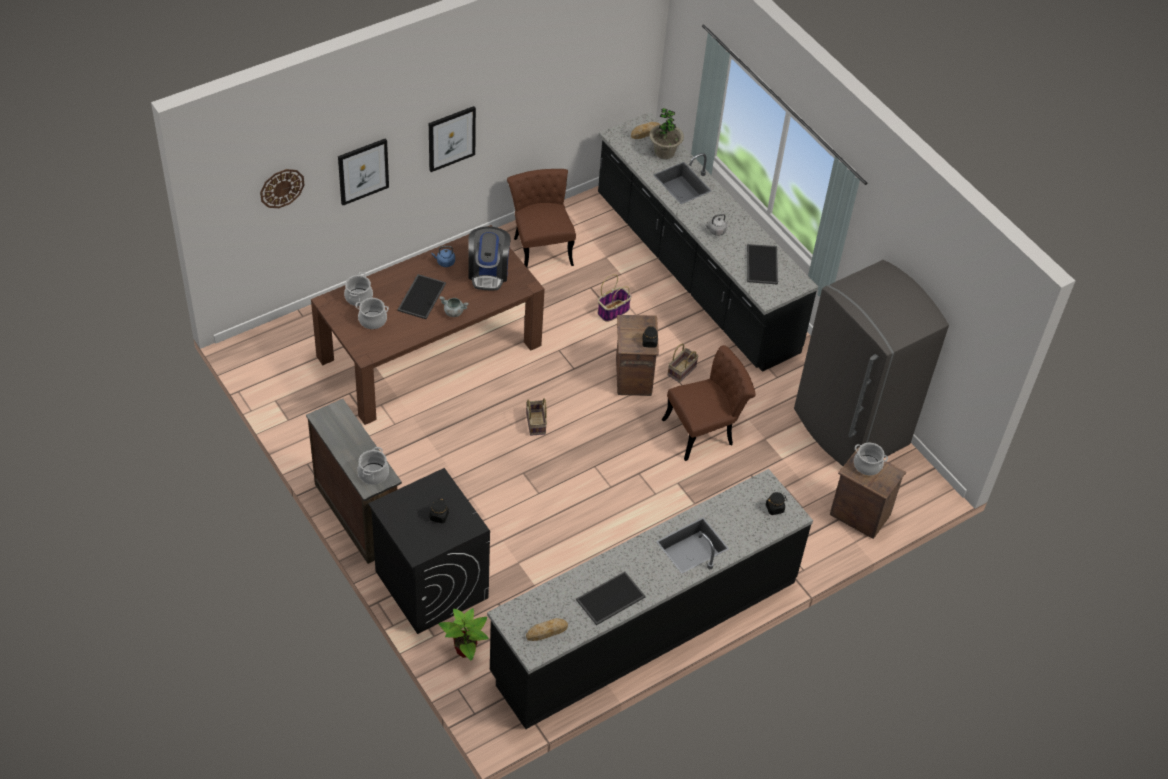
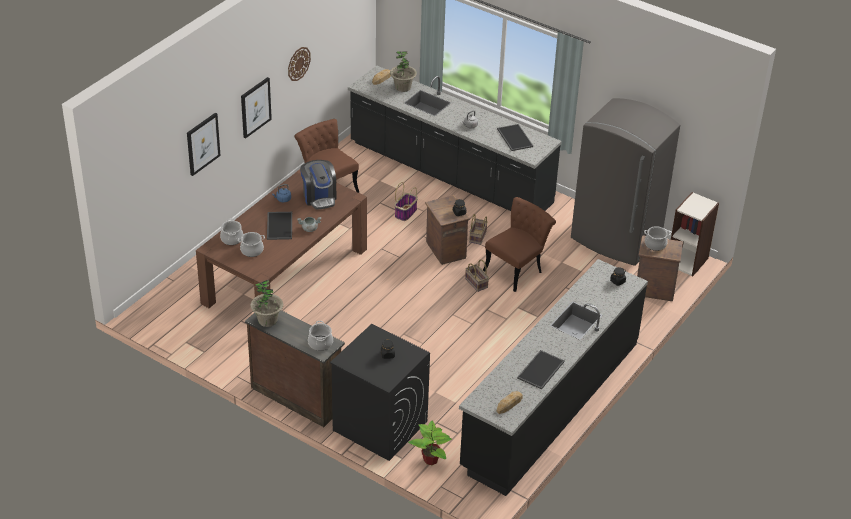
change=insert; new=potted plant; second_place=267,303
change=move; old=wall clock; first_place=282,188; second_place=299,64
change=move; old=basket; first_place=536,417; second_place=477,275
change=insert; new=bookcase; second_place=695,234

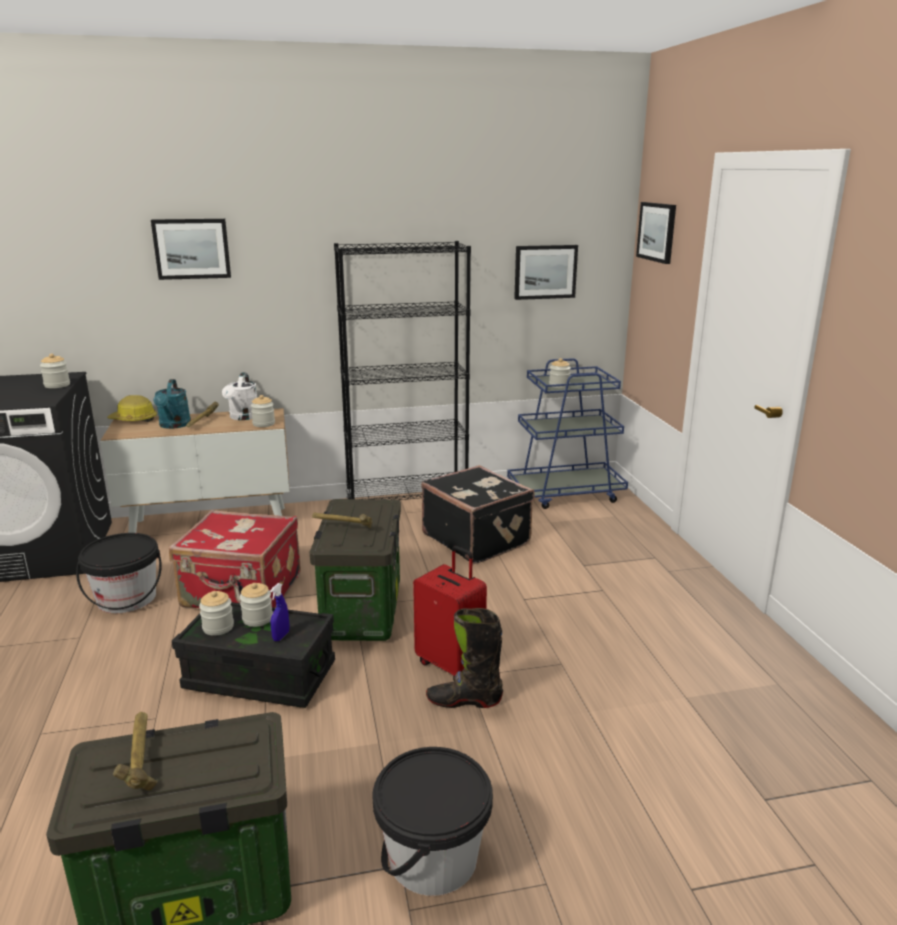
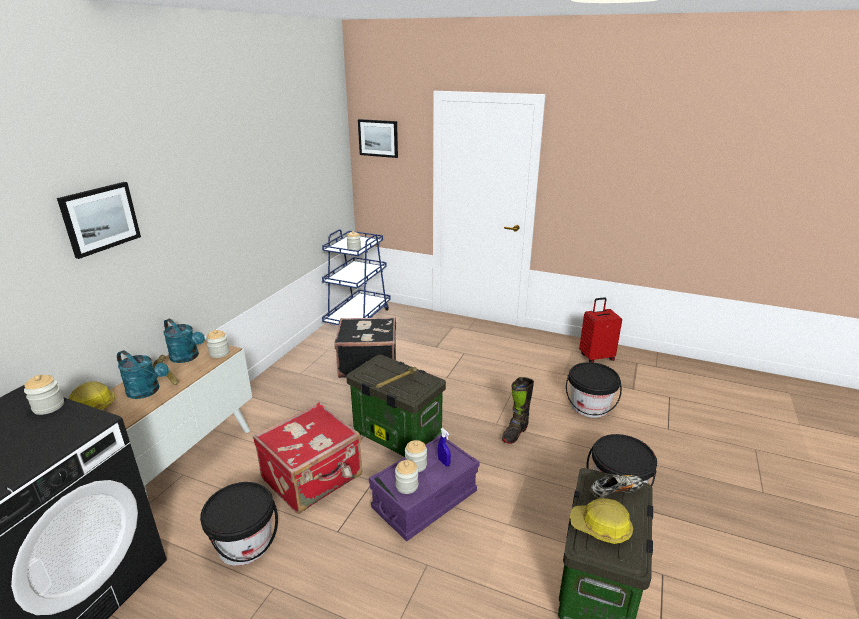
change=recolor; old=white watering can; new=turquoise watering can; first_place=239,396; second_place=184,341
change=recolor; old=black storage box; new=purple storage box; first_place=253,655; second_place=424,487
change=insert; new=black bucket; second_place=594,390
change=replace; old=hammer; new=hard hat; first_place=135,751; second_place=601,521
change=move; old=red suitcase; first_place=450,613; second_place=600,330
change=insert; new=shoe; second_place=617,486
change=delete; old=black bookcase; first_place=402,370
change=delete; old=picture; first_place=546,272

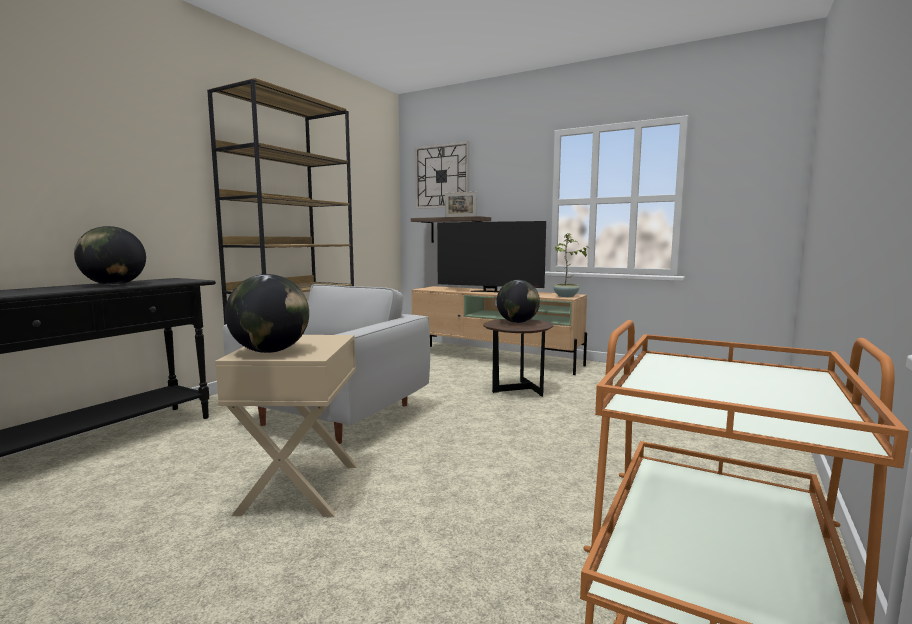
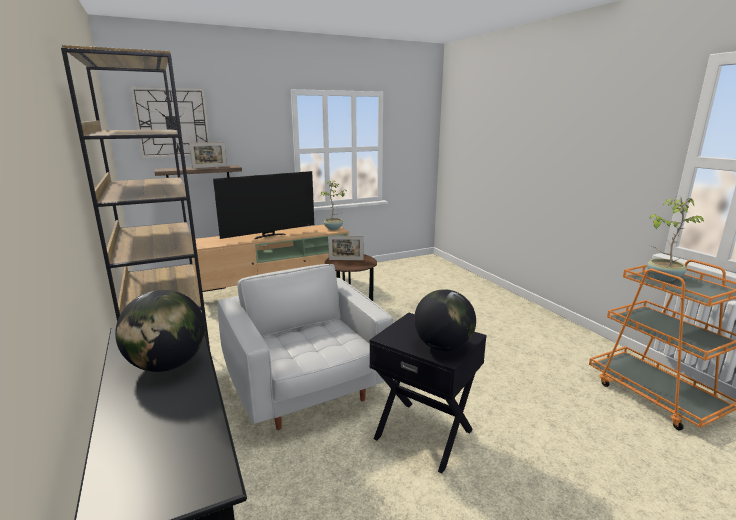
change=replace; old=globe; new=picture frame; first_place=518,301; second_place=346,248
change=recolor; old=beige side table; new=black side table; first_place=286,426; second_place=428,393
change=insert; new=potted plant; second_place=675,239

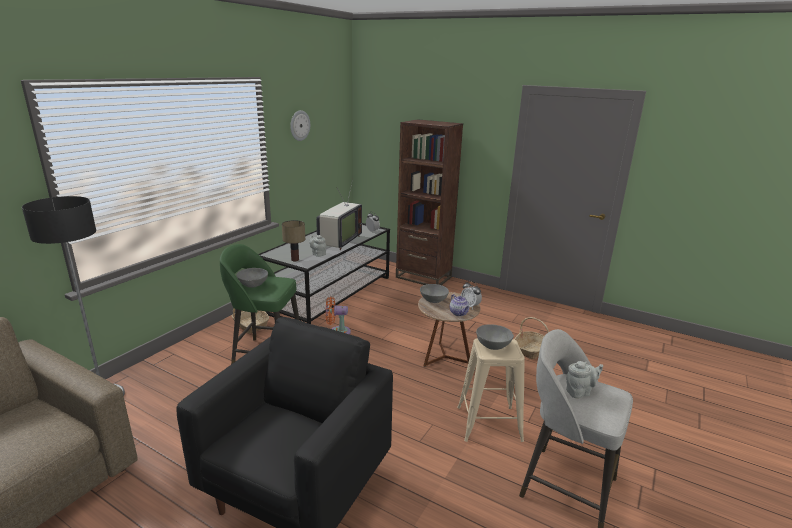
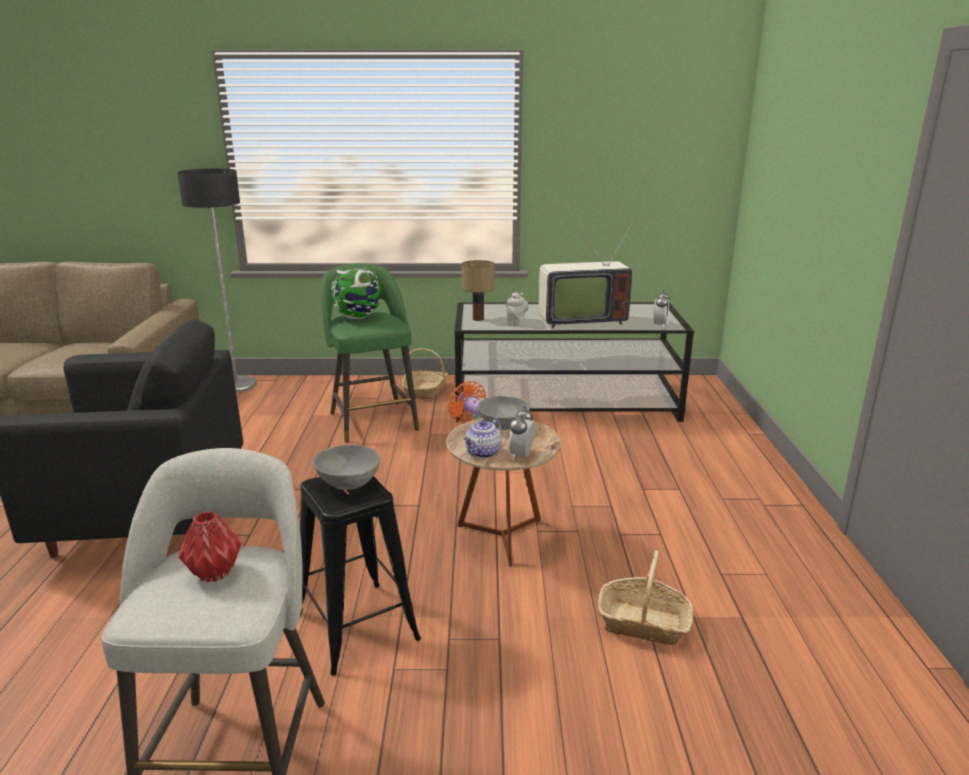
change=replace; old=grey teapot; new=red vase; first_place=584,379; second_place=210,546
change=recolor; old=beige stool; new=black stool; first_place=491,390; second_place=360,576
change=replace; old=grey bowl; new=globe; first_place=252,278; second_place=356,293
change=delete; old=wall clock; first_place=300,125
change=delete; old=brown bookcase; first_place=429,202

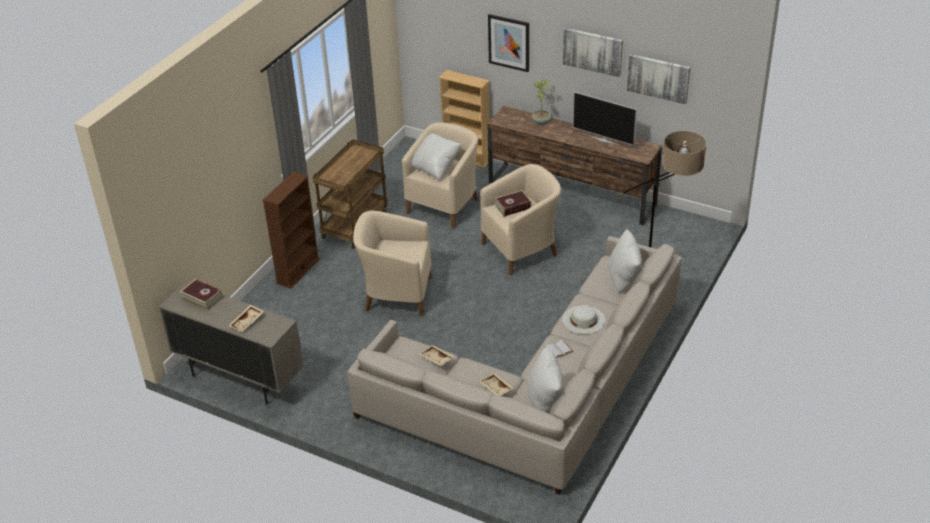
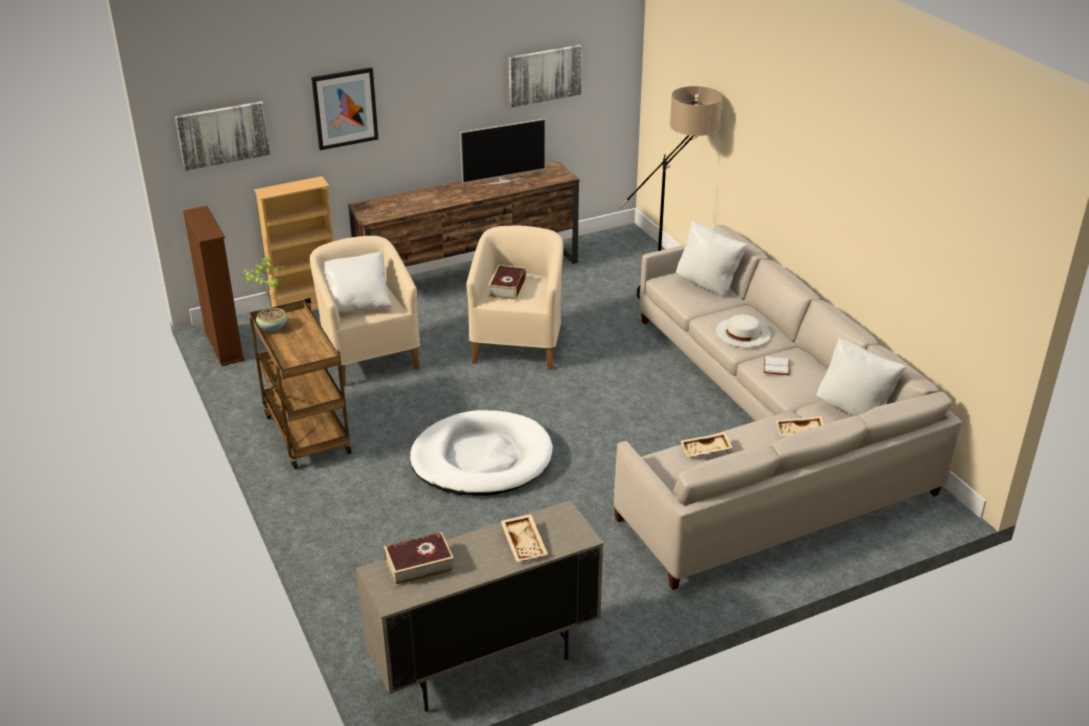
change=move; old=picture; first_place=593,52; second_place=222,136
change=move; old=brown bookcase; first_place=291,230; second_place=214,286
change=move; old=potted plant; first_place=543,102; second_place=265,294
change=replace; old=beige armchair; new=white dog bed; first_place=392,263; second_place=481,453

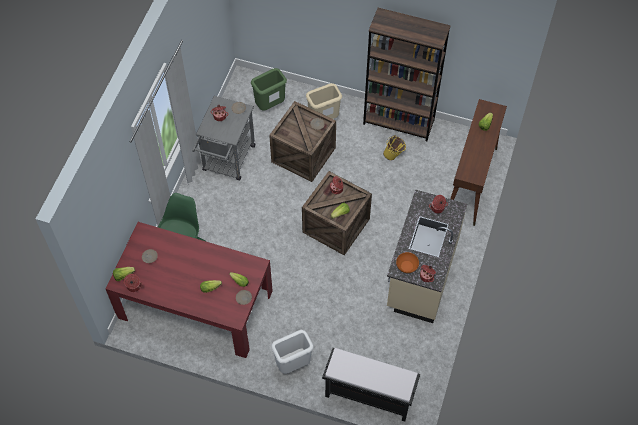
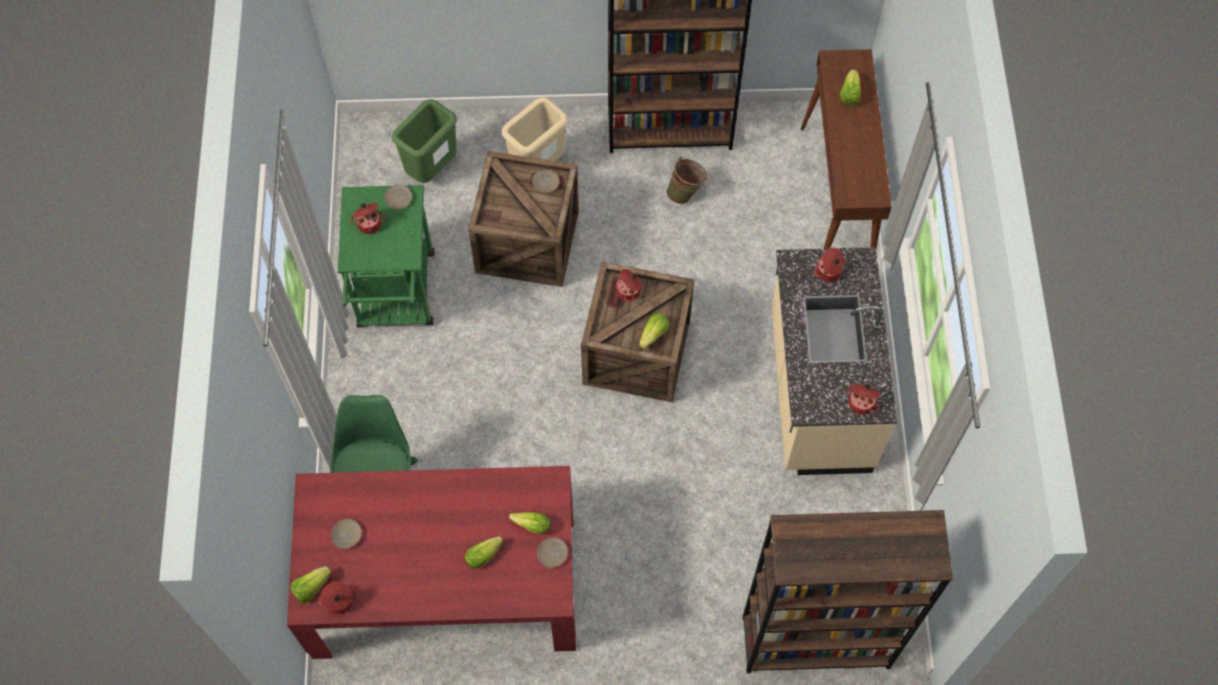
change=recolor; old=grey cart; new=green cart; first_place=223,138; second_place=386,256
change=recolor; old=yellow bucket; new=green bucket; first_place=394,147; second_place=687,180
change=replace; old=black bench; new=brown bookcase; first_place=371,385; second_place=848,591
change=delete; old=white trash can; first_place=292,352
change=delete; old=orange bowl; first_place=407,262

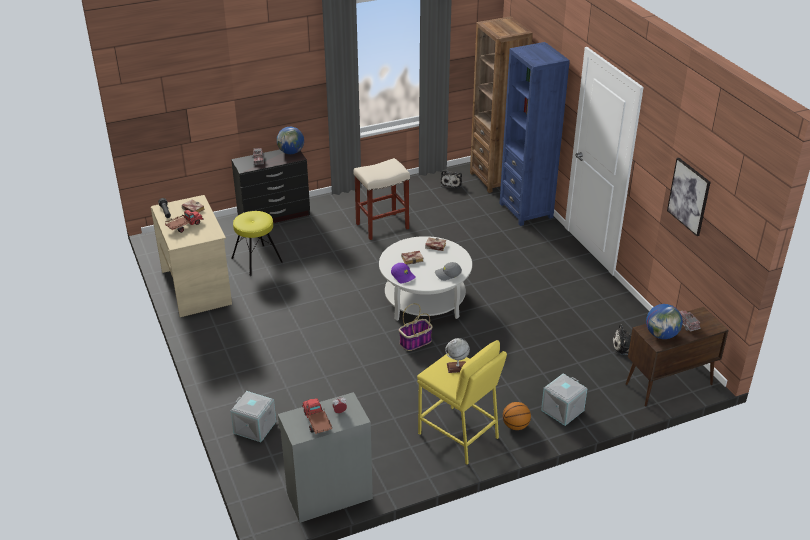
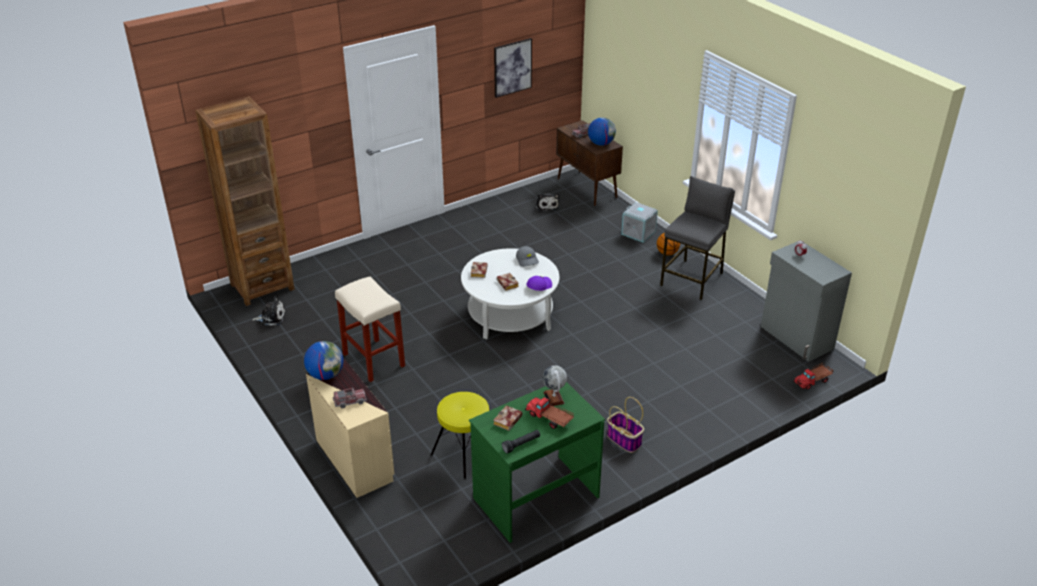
change=recolor; old=black dresser; new=beige dresser; first_place=270,186; second_place=350,428
change=recolor; old=beige desk; new=green desk; first_place=191,256; second_place=537,462
change=move; old=globe; first_place=457,355; second_place=554,385
change=move; old=basket; first_place=416,327; second_place=625,425
change=recolor; old=yellow stool; new=grey stool; first_place=462,402; second_place=697,238
change=move; old=toy truck; first_place=317,416; second_place=813,376
change=delete; old=grey storage box; first_place=253,416
change=delete; old=blue bookcase; first_place=534,134

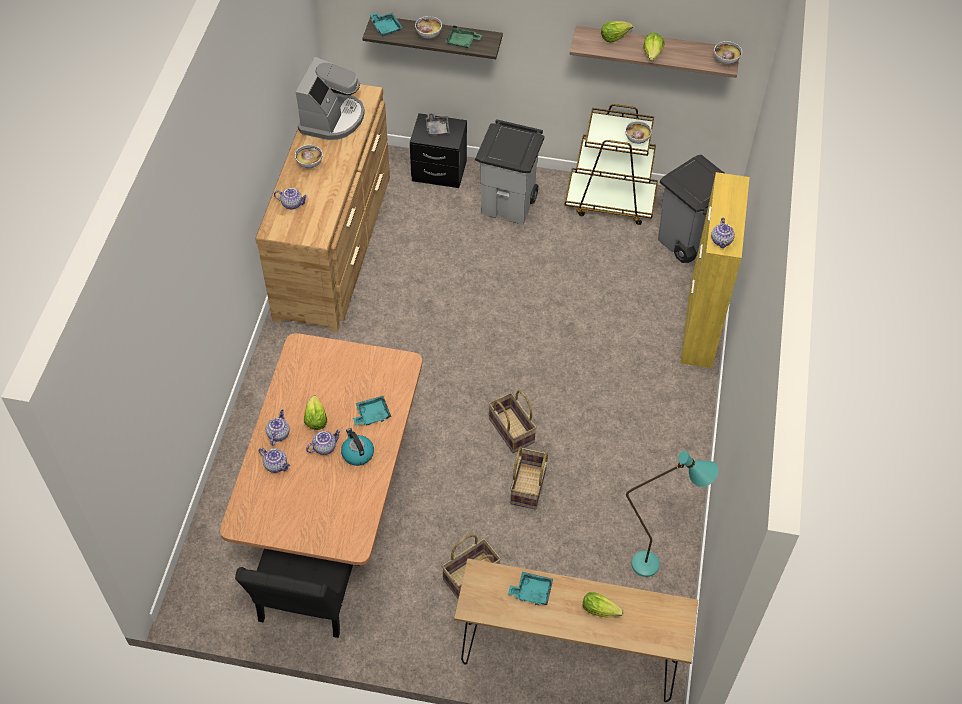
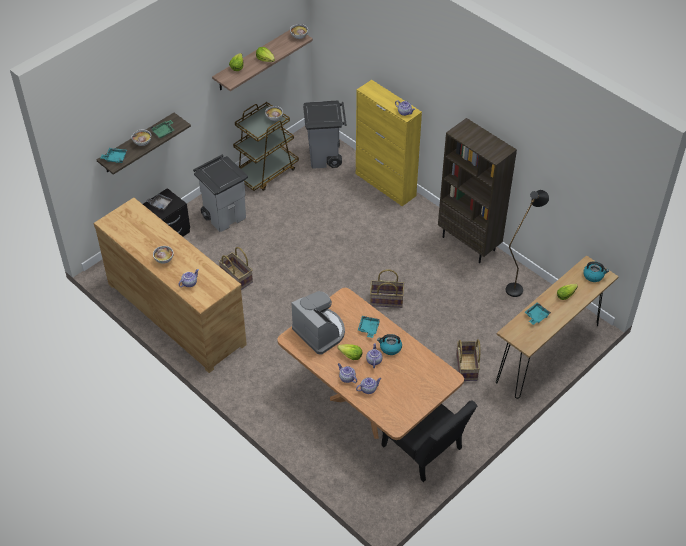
change=move; old=basket; first_place=529,478; second_place=235,268
change=move; old=coffee machine; first_place=330,98; second_place=318,323
change=insert; new=brown bookcase; second_place=477,190
change=recolor; old=turquoise floor lamp; new=black floor lamp; first_place=672,514; second_place=527,243
change=insert; new=kettle; second_place=596,271

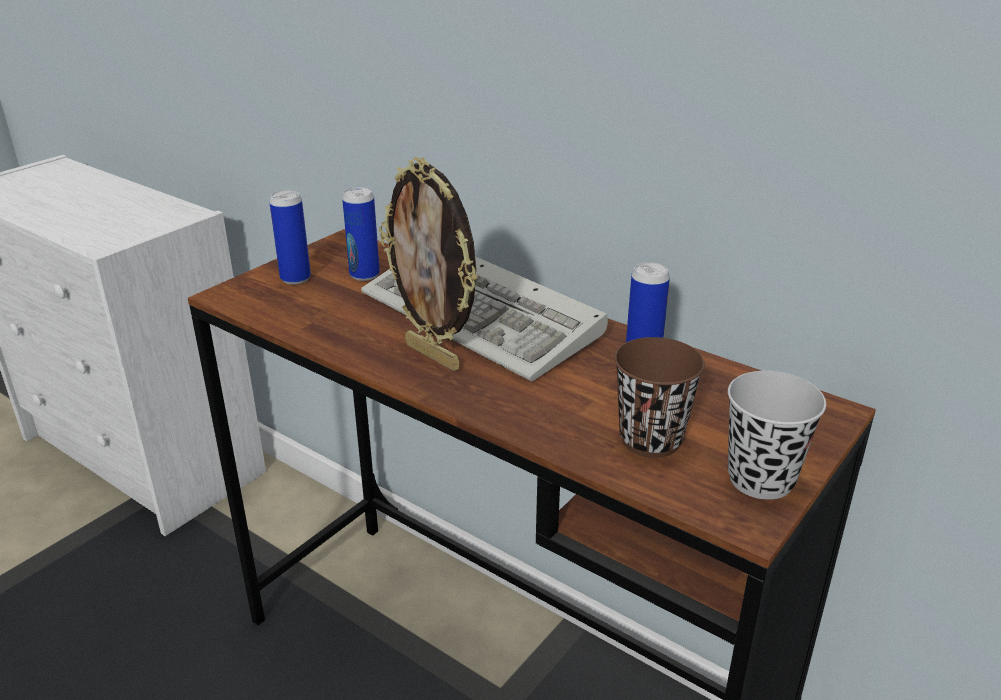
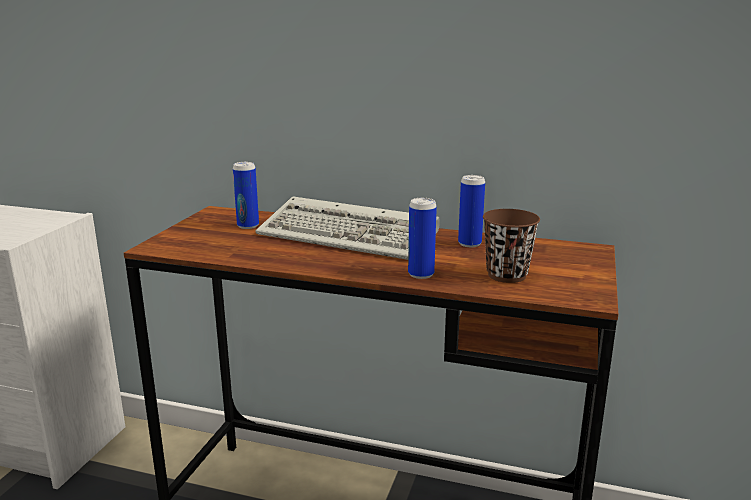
change=move; old=can; first_place=290,237; second_place=422,238
change=delete; old=picture frame; first_place=428,264
change=delete; old=black cup; first_place=777,435

